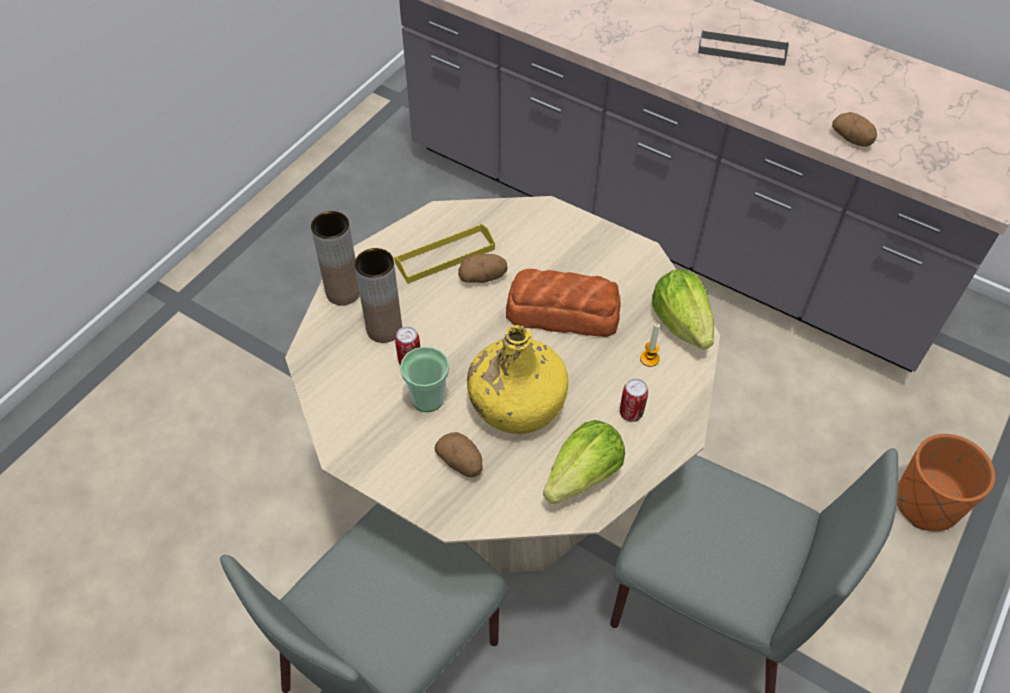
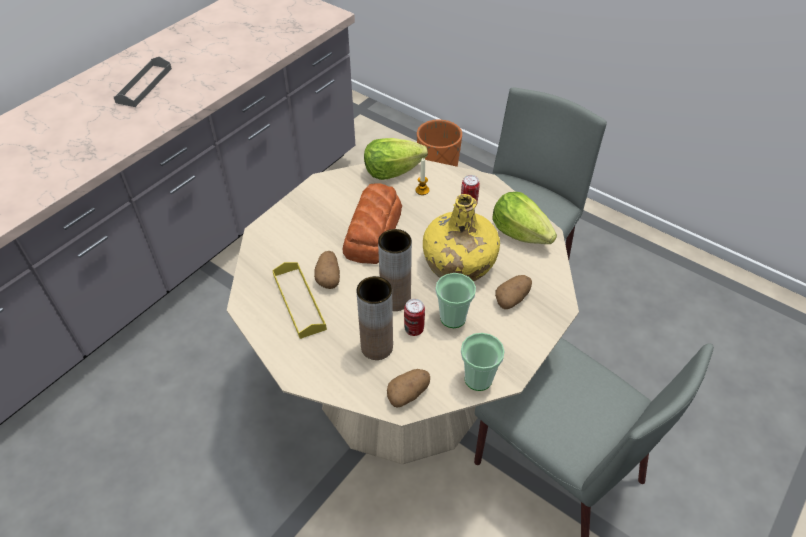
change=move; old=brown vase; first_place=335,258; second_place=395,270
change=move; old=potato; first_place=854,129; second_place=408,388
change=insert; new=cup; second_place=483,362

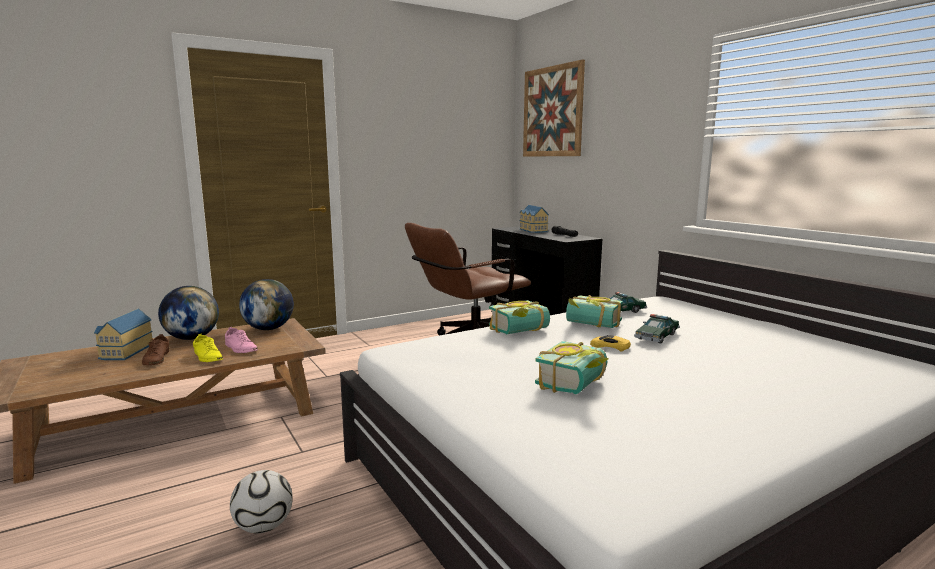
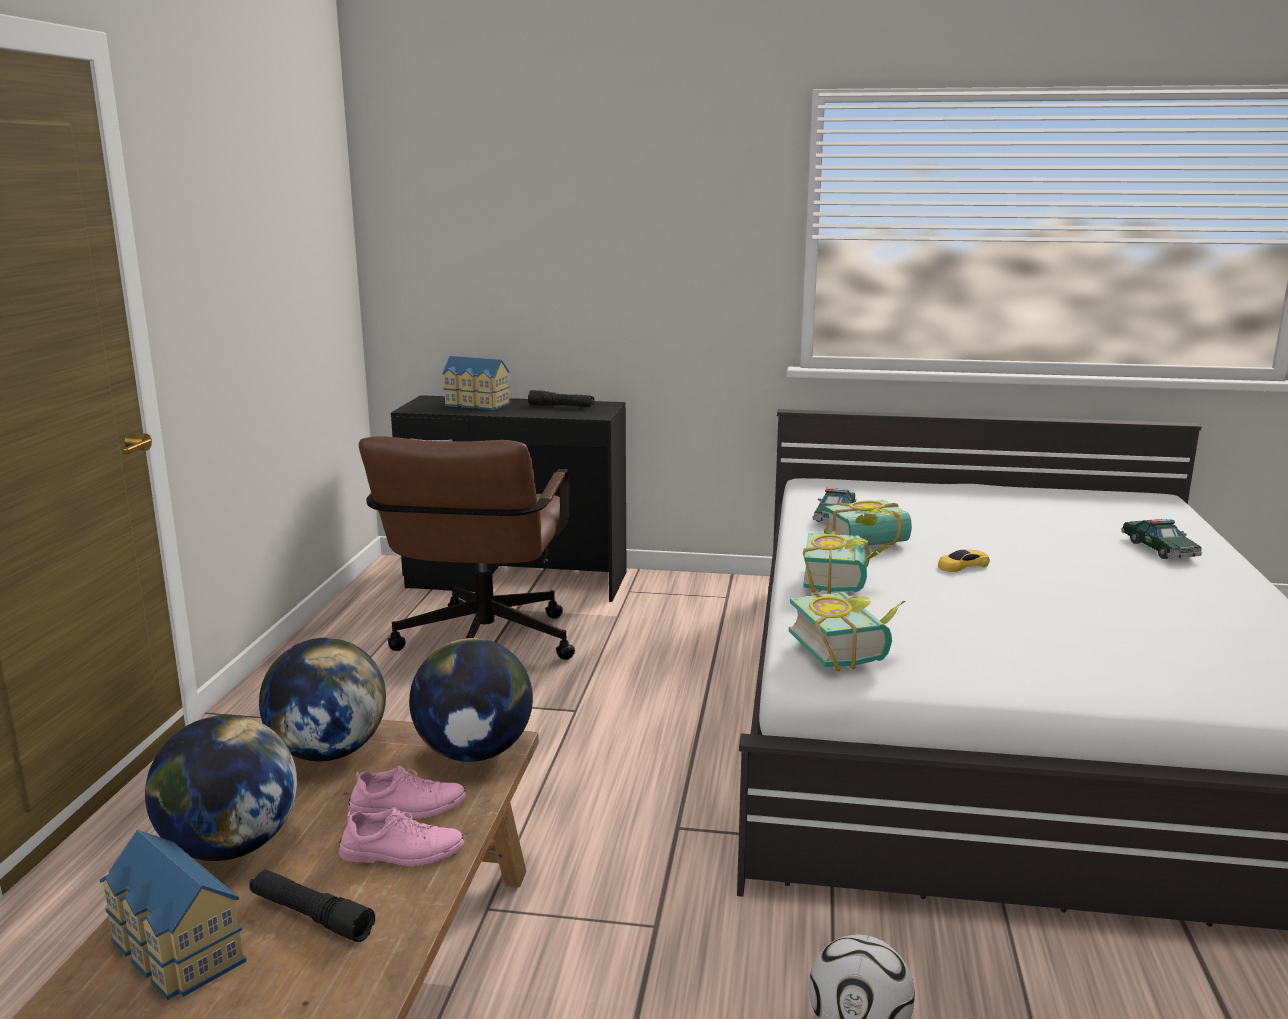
change=replace; old=brown shoe; new=black flashlight; first_place=155,349; second_place=312,906
change=recolor; old=yellow shoe; new=pink shoe; first_place=208,348; second_place=402,836
change=insert; new=globe; second_place=471,700
change=move; old=book; first_place=571,367; second_place=847,631
change=move; old=toy car; first_place=657,329; second_place=1161,539
change=delete; old=picture; first_place=554,108

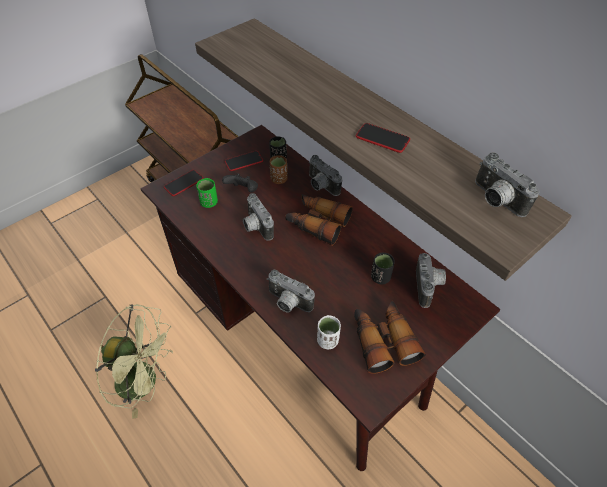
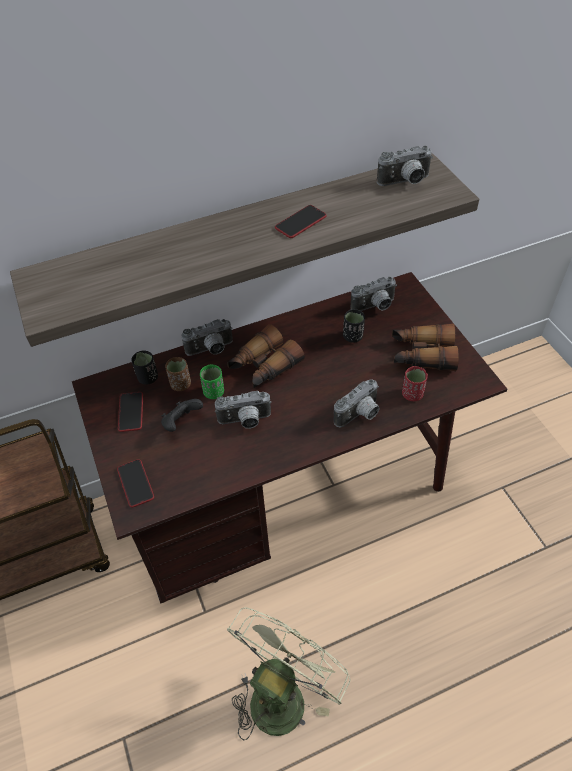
change=move; old=green cup; first_place=207,193; second_place=212,381
change=rotate; old=photo camera; first_place=431,280; second_place=374,294; degrees=135
change=recolor; old=white cup; new=red cup; first_place=329,332; second_place=415,383

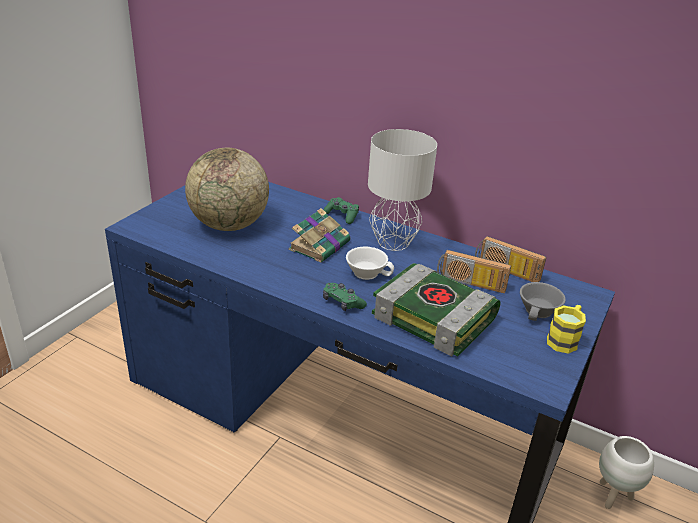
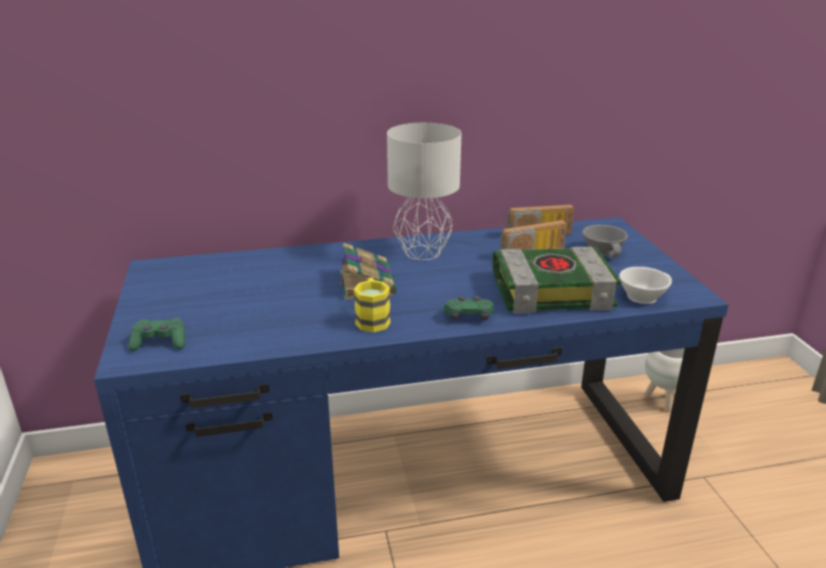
change=move; old=green game controller; first_place=341,210; second_place=156,334
change=move; old=yellow mug; first_place=566,329; second_place=372,305
change=move; old=white cup; first_place=370,263; second_place=645,285
change=delete; old=globe; first_place=227,189

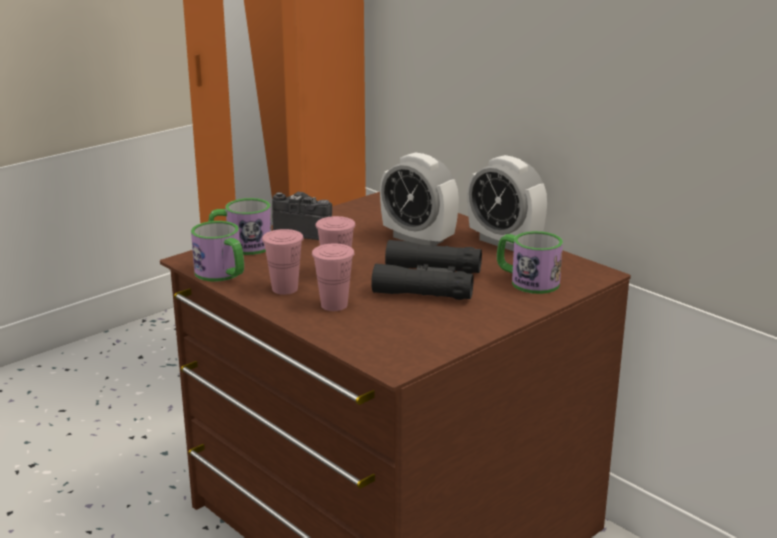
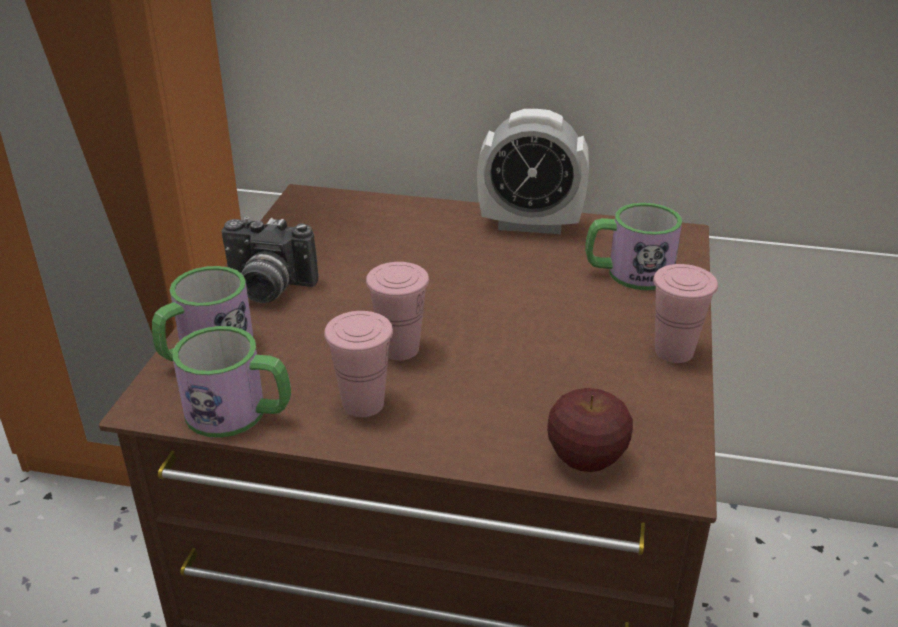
change=rotate; old=photo camera; first_place=302,216; second_place=269,259; degrees=-150
change=insert; new=apple; second_place=590,430
change=move; old=pink cup; first_place=333,277; second_place=685,313
change=delete; old=black binoculars; first_place=426,270
change=delete; old=alarm clock; first_place=419,199

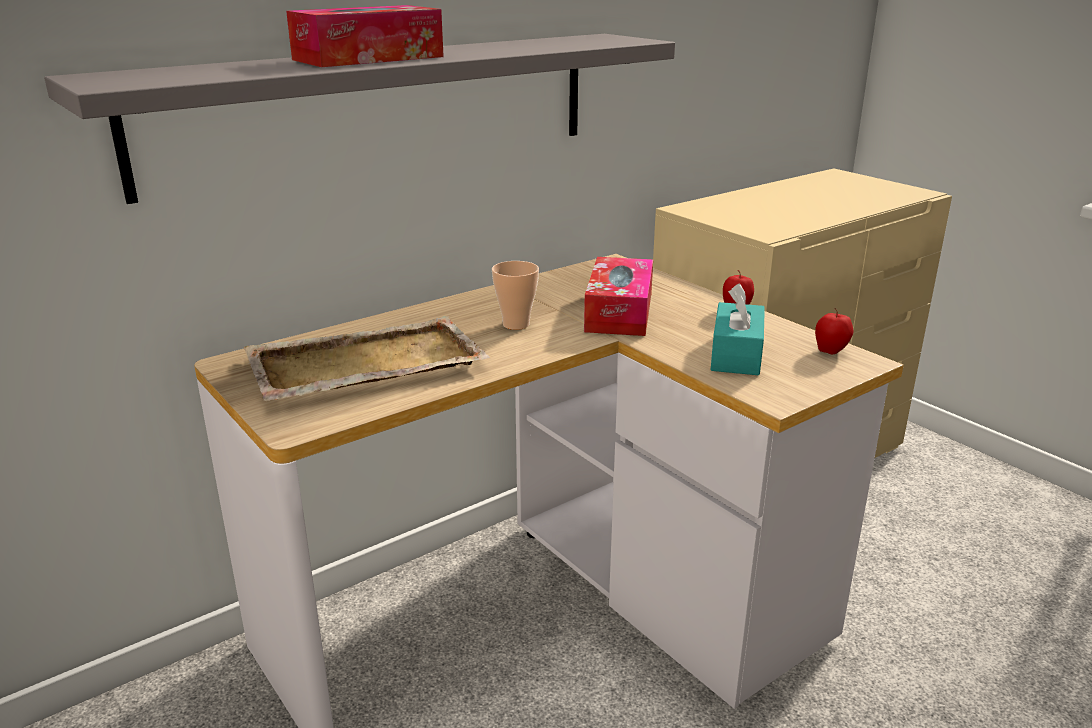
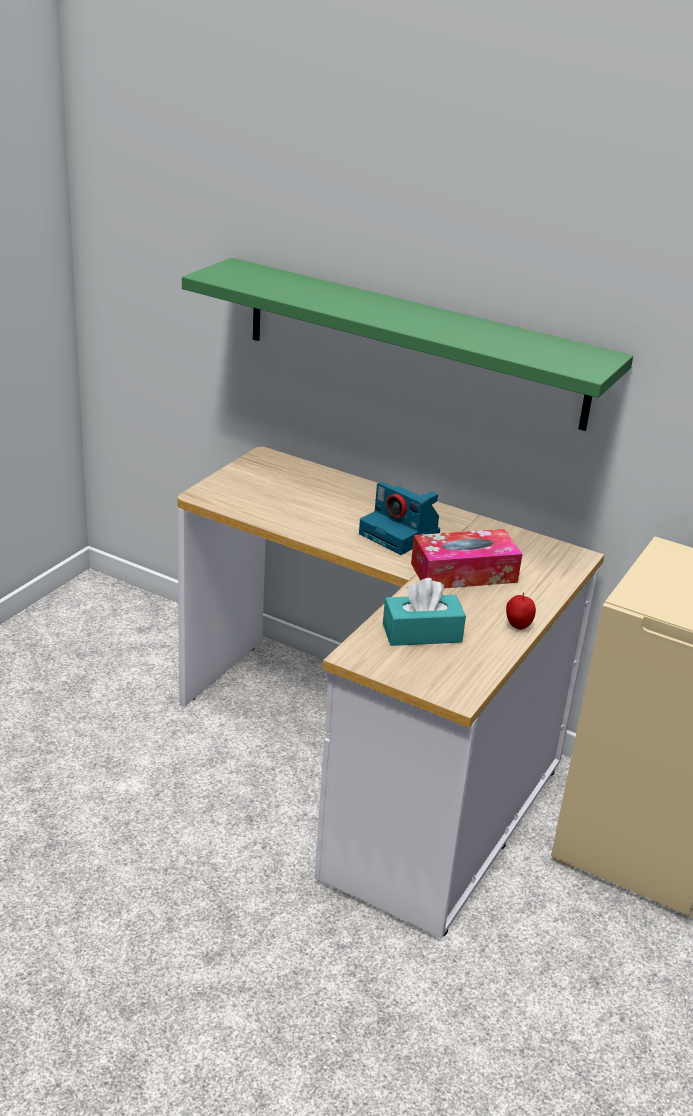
change=recolor; old=grey shelf; new=green shelf; first_place=359,119; second_place=407,344
change=replace; old=cup; new=photo camera; first_place=515,295; second_place=399,518
change=delete; old=beige tray; first_place=367,358
change=delete; old=tissue box; first_place=365,36
change=delete; old=apple; first_place=834,331

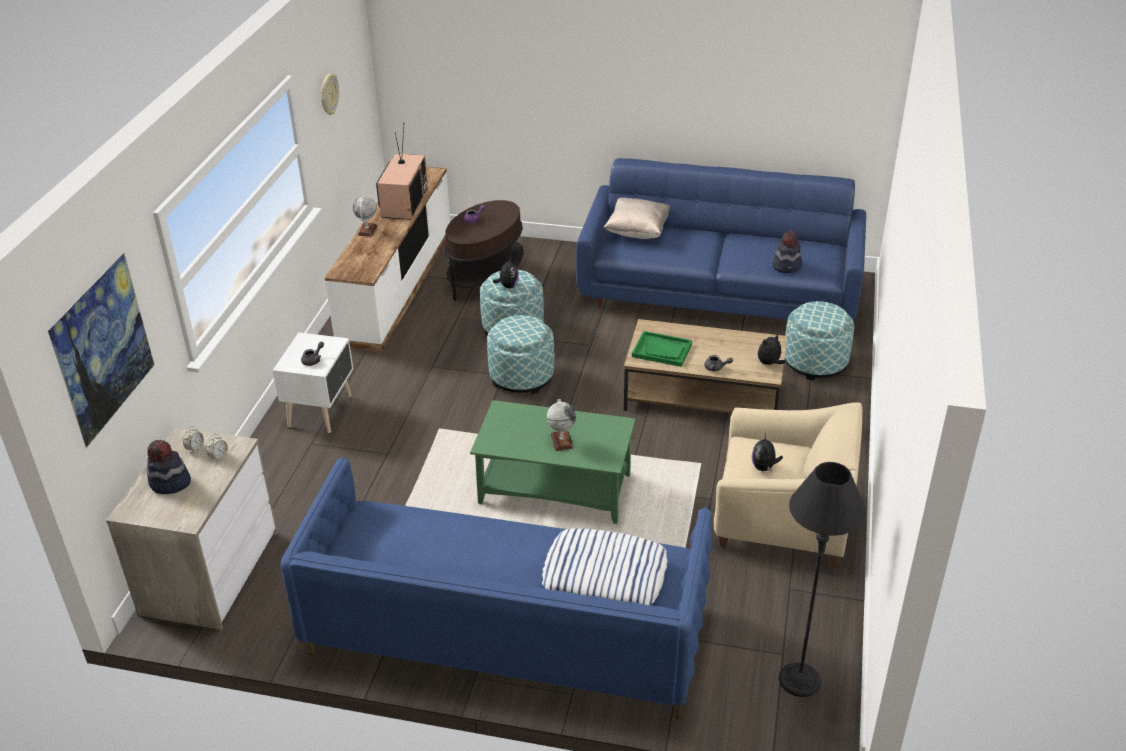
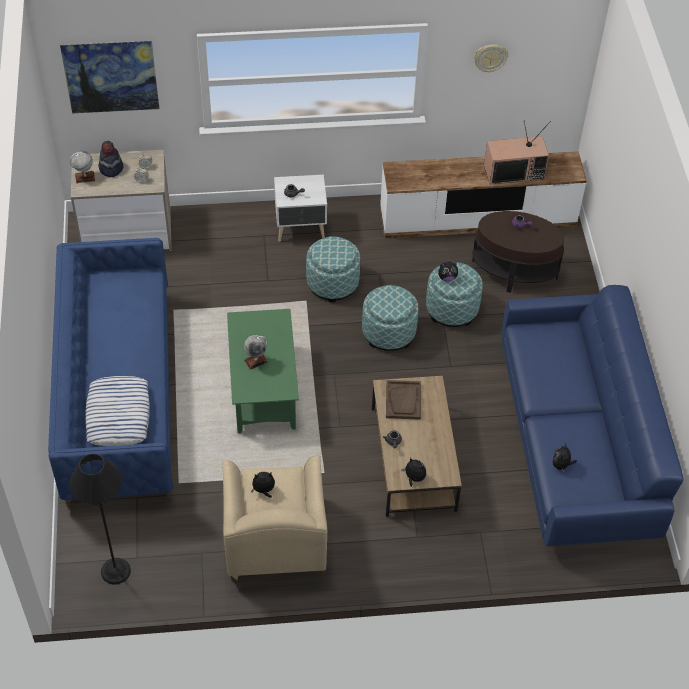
change=move; old=globe; first_place=365,216; second_place=82,167
change=move; old=ottoman; first_place=819,341; second_place=333,269
change=recolor; old=green tray; new=brown tray; first_place=662,349; second_place=403,400
change=replace; old=hat; new=plush toy; first_place=787,252; second_place=564,457
change=delete; old=beige pillow; first_place=636,218

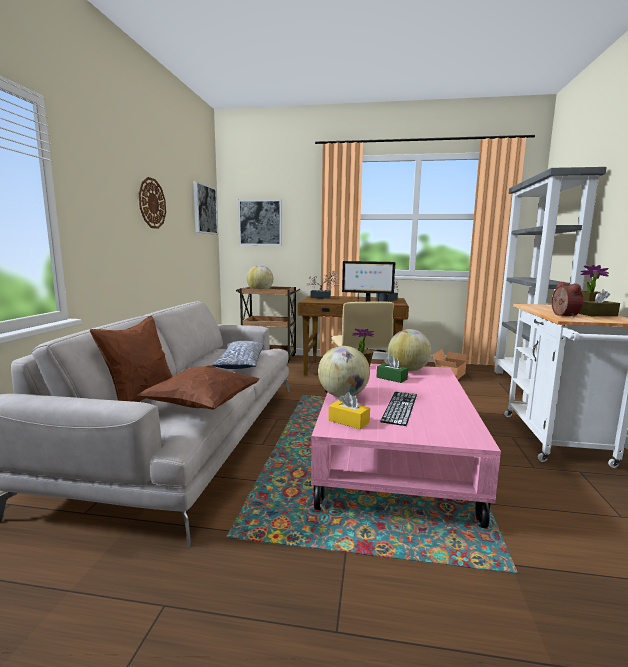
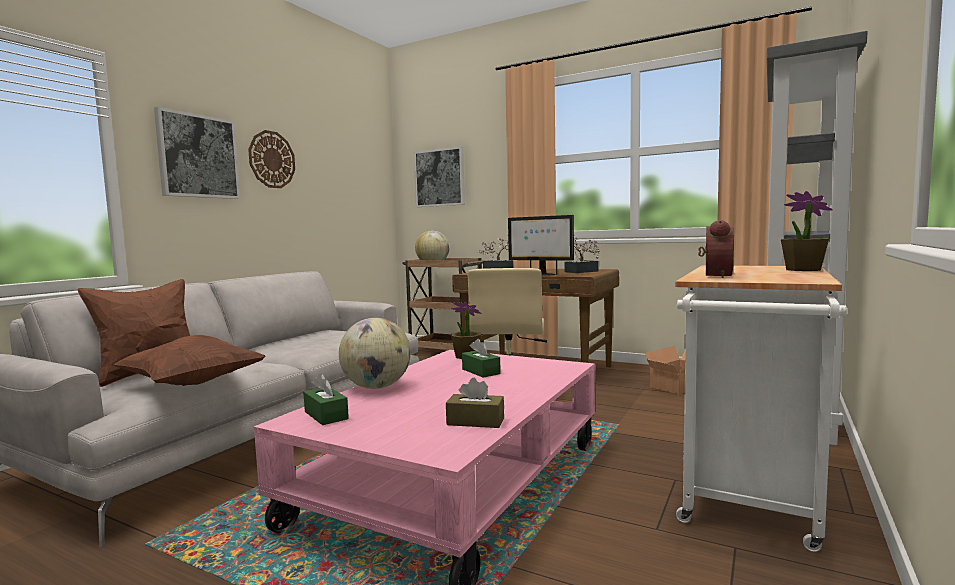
change=move; old=picture; first_place=205,208; second_place=197,153
change=recolor; old=yellow tissue box; new=green tissue box; first_place=349,411; second_place=326,399
change=move; old=brown tissue box; first_place=599,303; second_place=475,403
change=delete; old=pillow; first_place=238,355
change=delete; old=keyboard; first_place=398,409
change=delete; old=globe; first_place=409,350

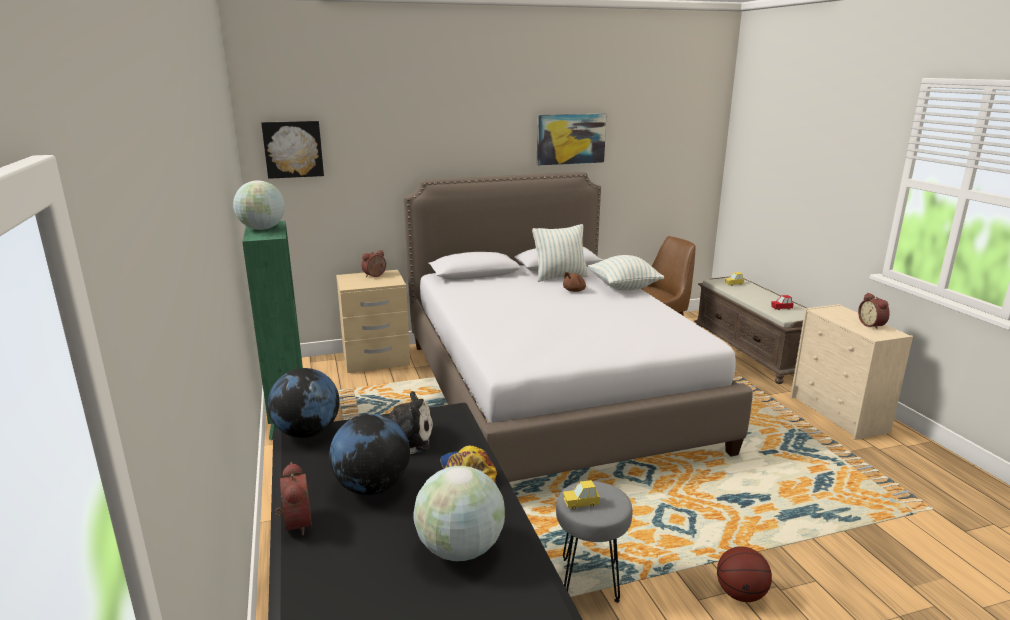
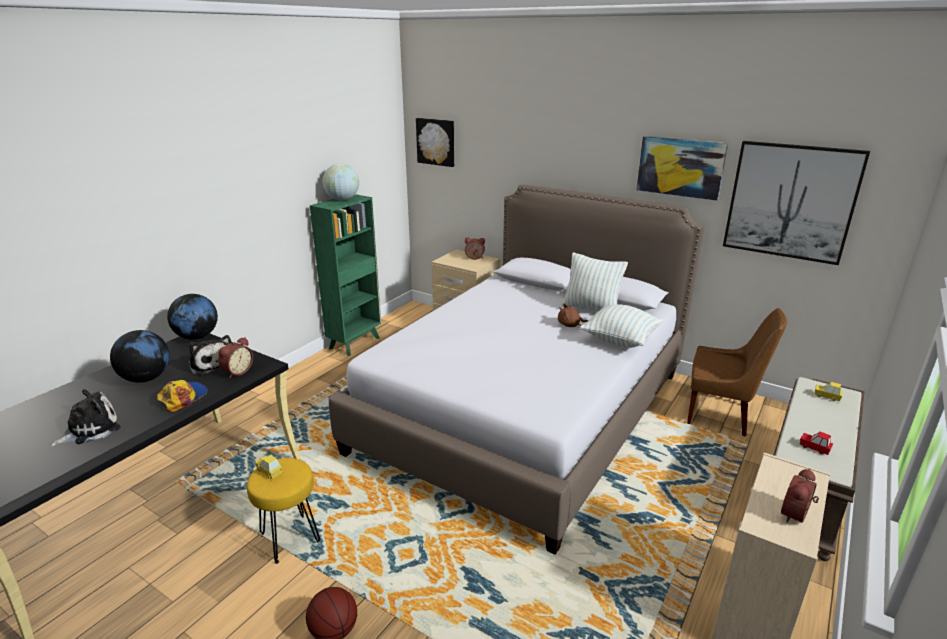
change=replace; old=globe; new=plush toy; first_place=459,513; second_place=85,418
change=move; old=alarm clock; first_place=293,498; second_place=235,357
change=recolor; old=grey stool; new=yellow stool; first_place=594,542; second_place=283,511
change=insert; new=picture; second_place=796,203

